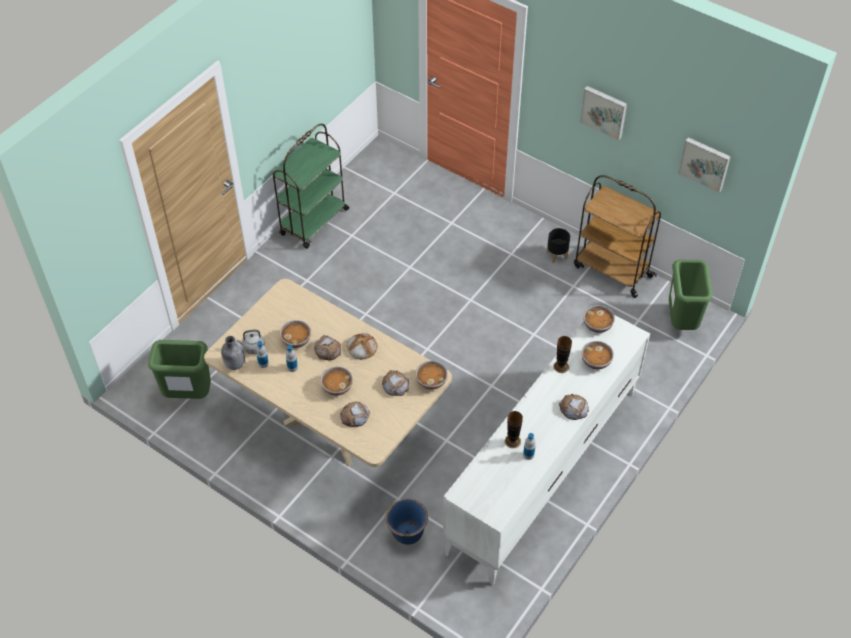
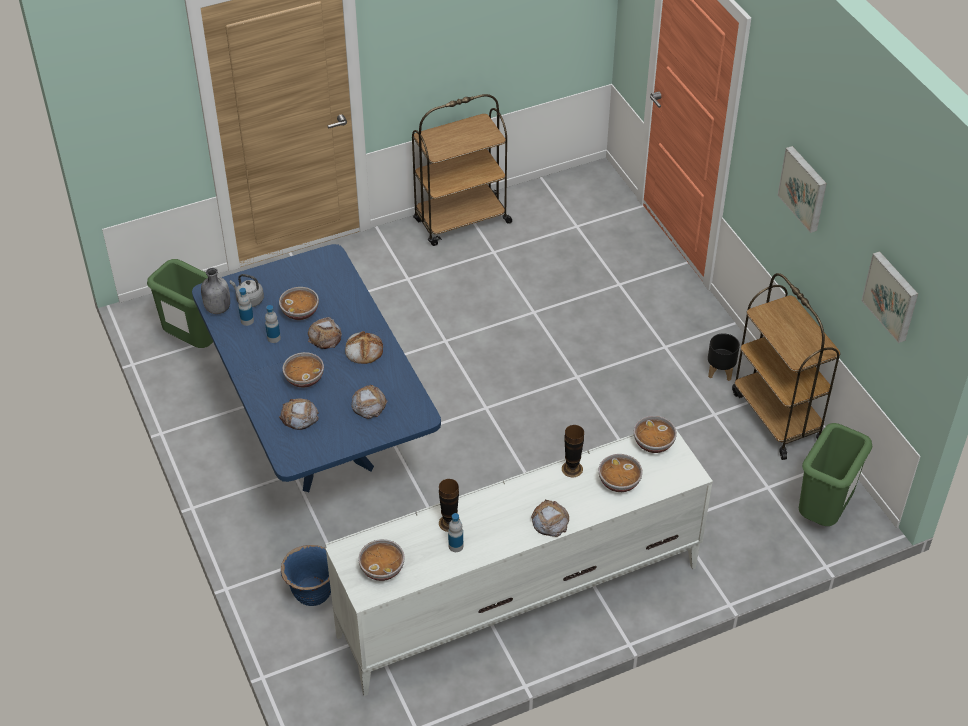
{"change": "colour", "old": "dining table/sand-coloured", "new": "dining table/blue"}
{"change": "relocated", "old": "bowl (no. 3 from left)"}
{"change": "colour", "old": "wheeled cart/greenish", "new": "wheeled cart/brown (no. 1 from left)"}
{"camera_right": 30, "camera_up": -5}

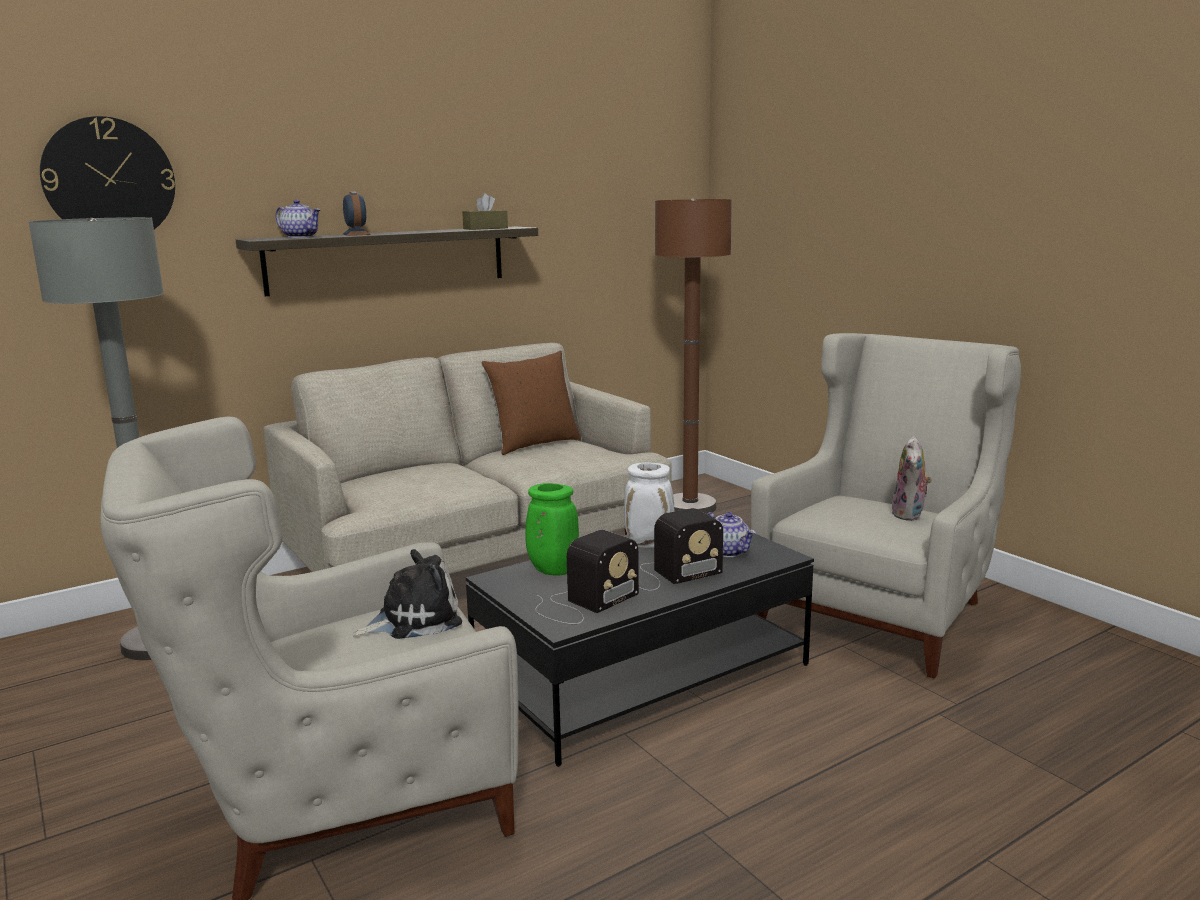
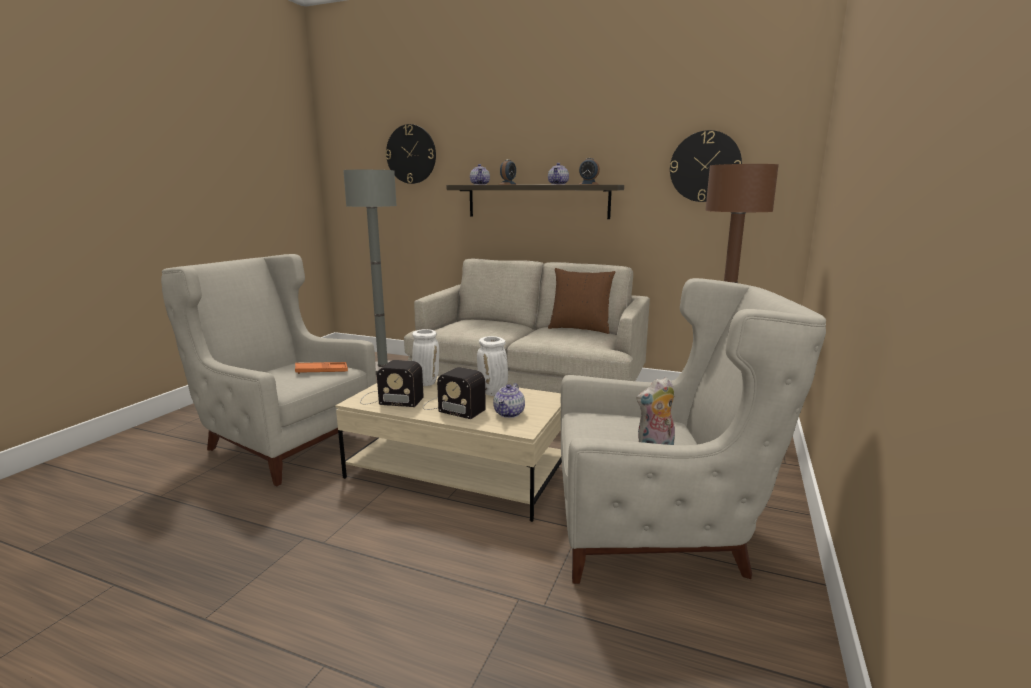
{"change": "exchanged", "old": "soft toy (no. 1 from left)", "new": "serving tray/orange-coloured"}
{"change": "colour", "old": "low table/black-coloured", "new": "low table/sand-coloured"}
{"change": "colour", "old": "vase/greenish", "new": "vase/whitish (no. 1 from left)"}
{"change": "appeared", "new": "pot for tea (no. 3 from left)"}
{"change": "exchanged", "old": "tissue box/brown", "new": "bedside clock (no. 2 from left)"}
{"change": "appeared", "new": "wall clock (no. 2 from left)"}
{"camera_right": 55, "camera_up": 0}

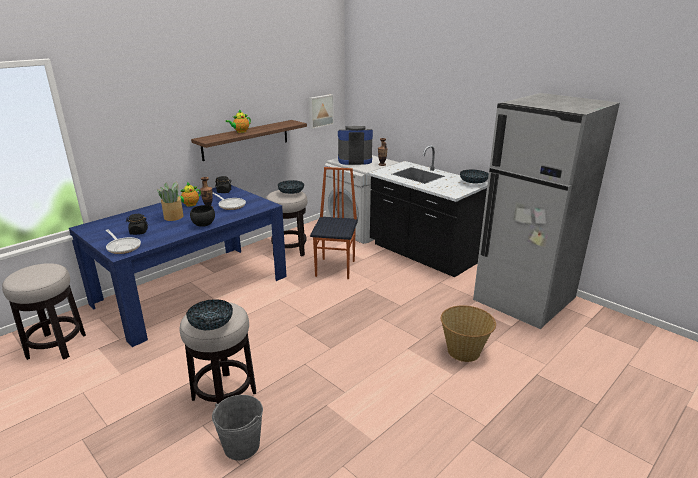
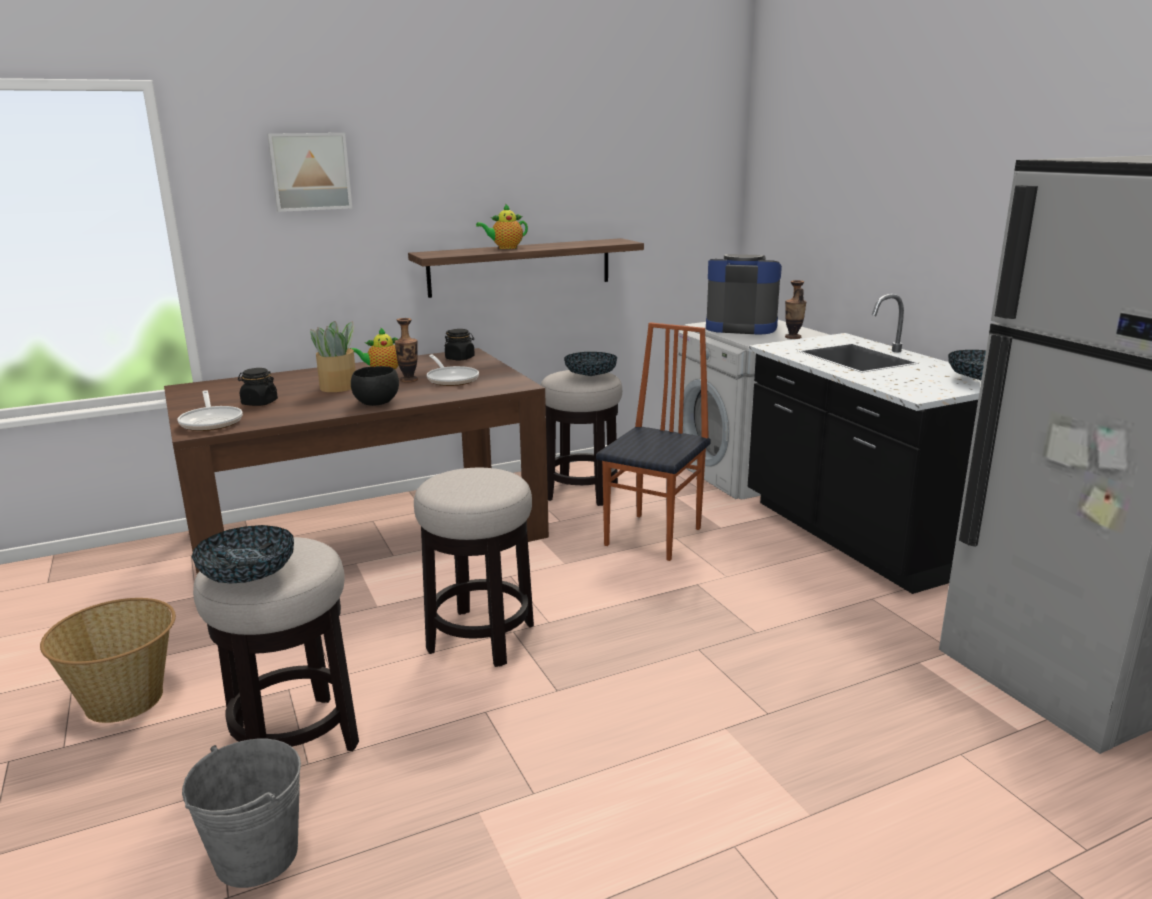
{"change": "relocated", "old": "household basket"}
{"change": "colour", "old": "dining table/blue", "new": "dining table/brown"}
{"change": "relocated", "old": "wall art"}
{"change": "relocated", "old": "sitting stool (no. 1 from left in the first image)", "new": "sitting stool (no. 2 from left)"}
{"camera_right": 20, "camera_up": -5}

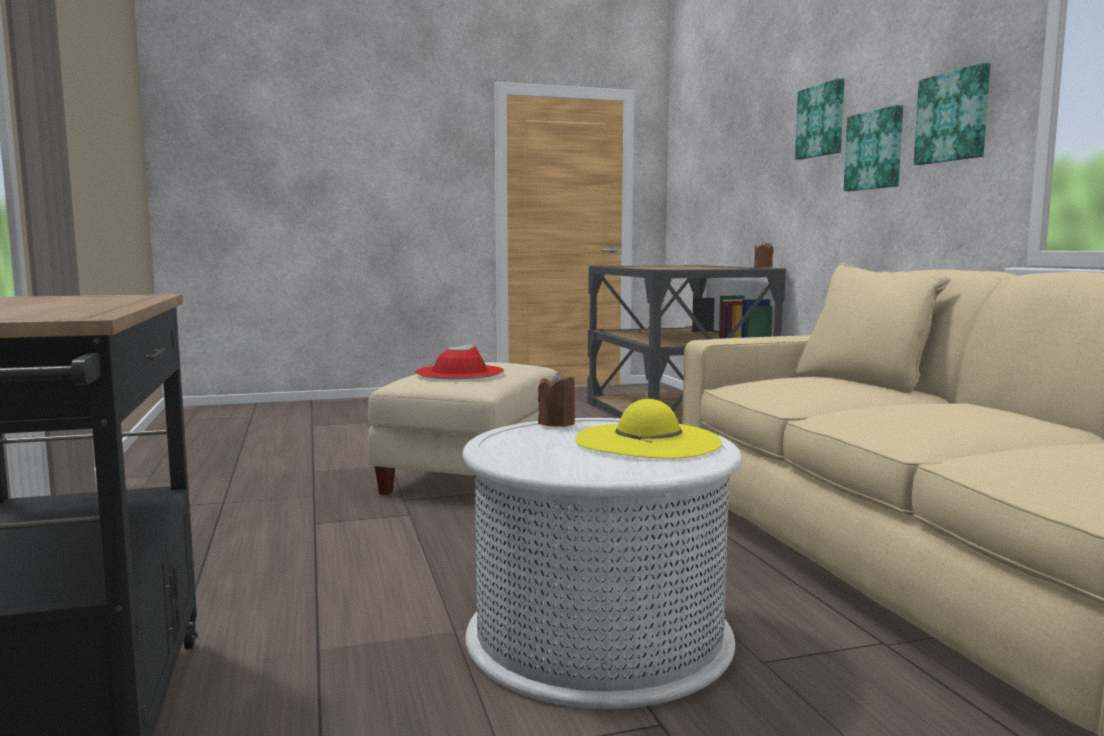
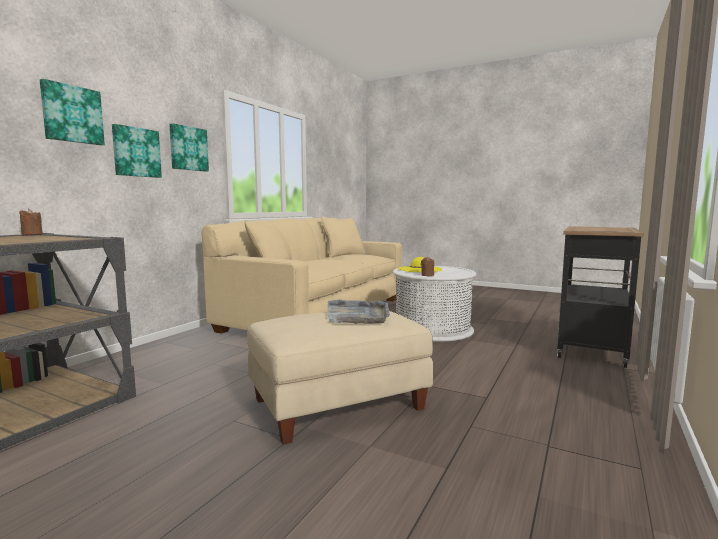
{"change": "exchanged", "old": "clothing hat/reddish", "new": "serving tray/greyish"}
{"camera_right": -135, "camera_up": 0}

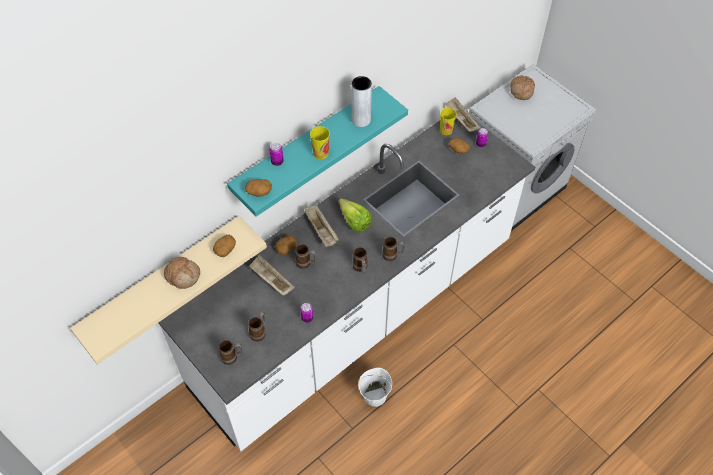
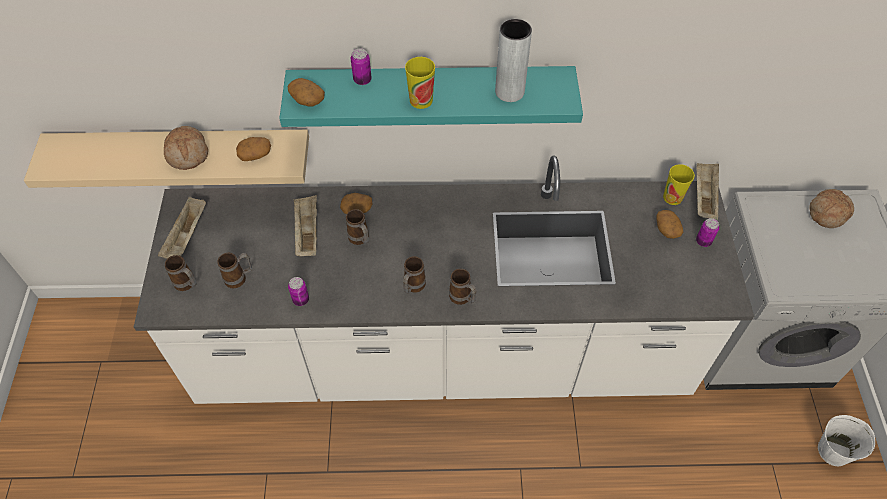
{"change": "relocated", "old": "serving tray/sand-coloured (no. 2 from left in the first image)", "new": "serving tray/sand-coloured (no. 1 from left)"}
{"change": "relocated", "old": "pail/whitish"}
{"change": "missing", "old": "lettuce head"}
{"camera_right": 40, "camera_up": 0}

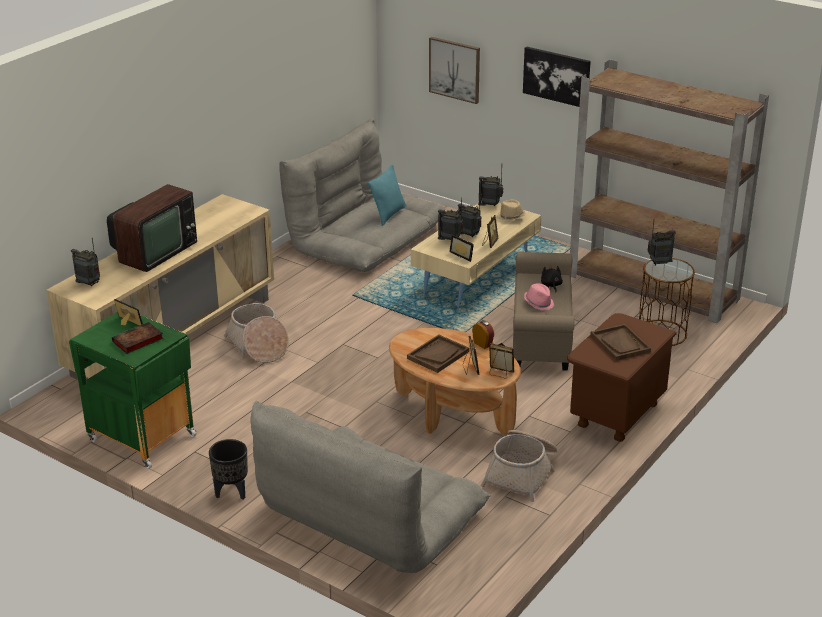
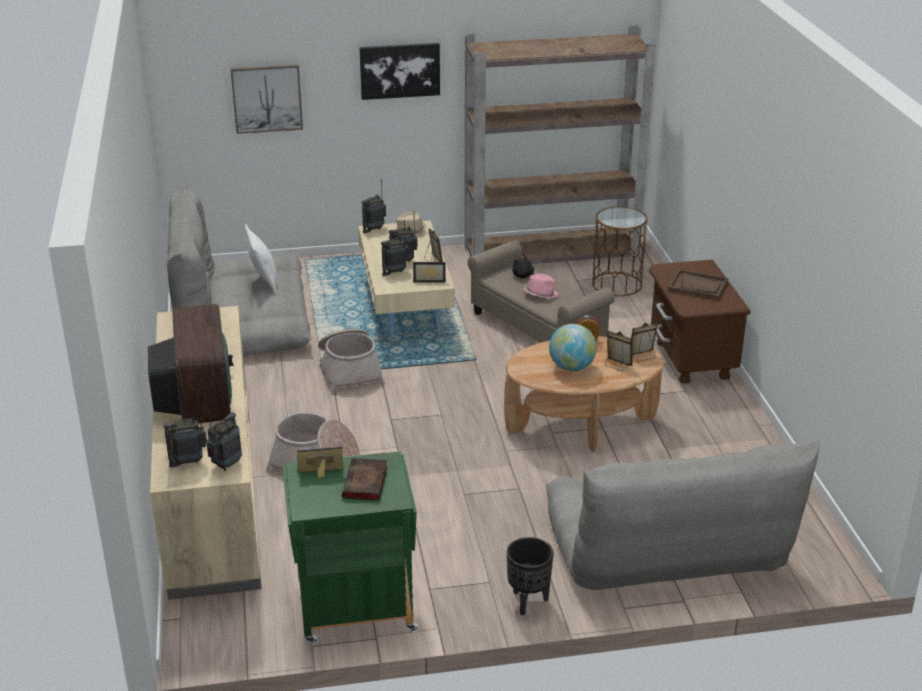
{"change": "relocated", "old": "radio set (no. 5 from left in the first image)", "new": "radio set (no. 2 from left)"}
{"change": "colour", "old": "throw pillow/turquoise", "new": "throw pillow/whitish"}
{"change": "relocated", "old": "household basket (no. 2 from left)"}
{"change": "exchanged", "old": "serving tray/brown (no. 1 from left)", "new": "desk globe"}
{"camera_right": -45, "camera_up": 0}

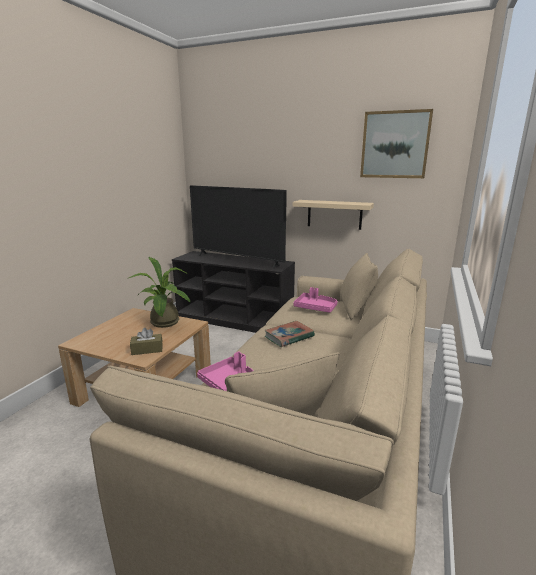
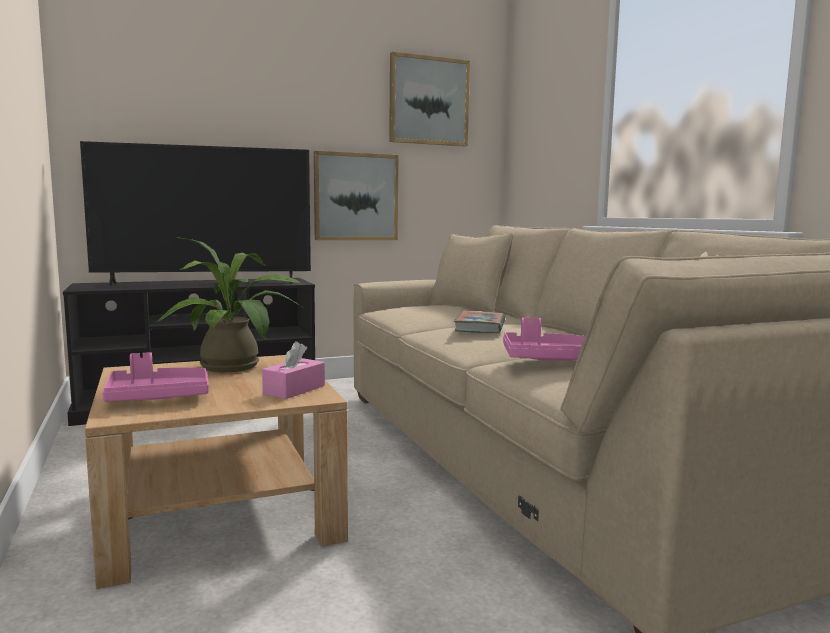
{"change": "relocated", "old": "serving tray/pinkish (no. 2 from left in the first image)", "new": "serving tray/pinkish (no. 1 from left)"}
{"change": "colour", "old": "tissue box/brown", "new": "tissue box/pinkish"}
{"change": "exchanged", "old": "wall shelf/sand-coloured", "new": "wall art (no. 1 from left)"}
{"camera_right": -45, "camera_up": -10}

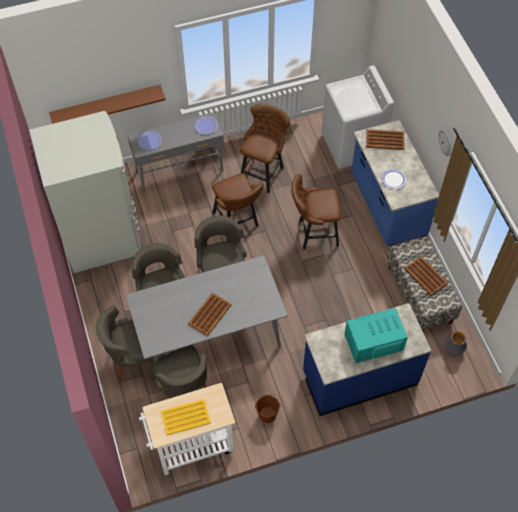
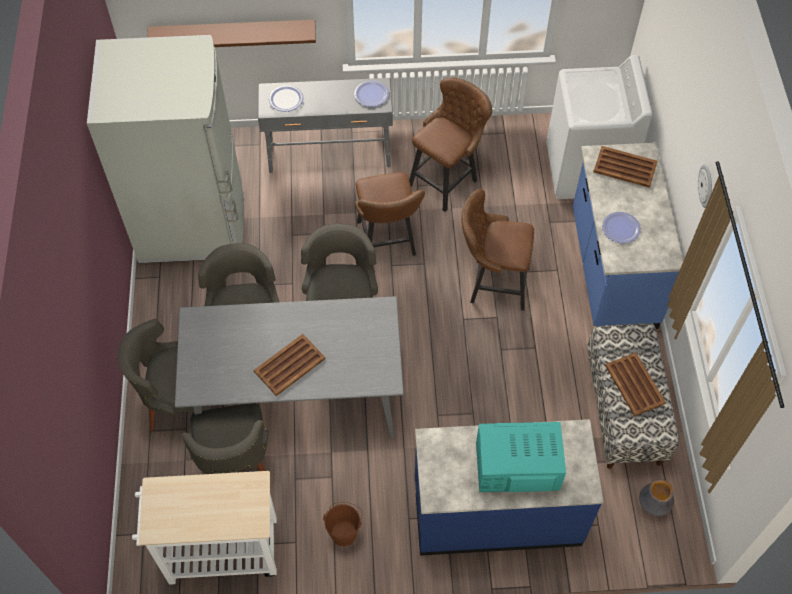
{"change": "missing", "old": "serving tray/yellow"}
{"camera_right": 15, "camera_up": 0}

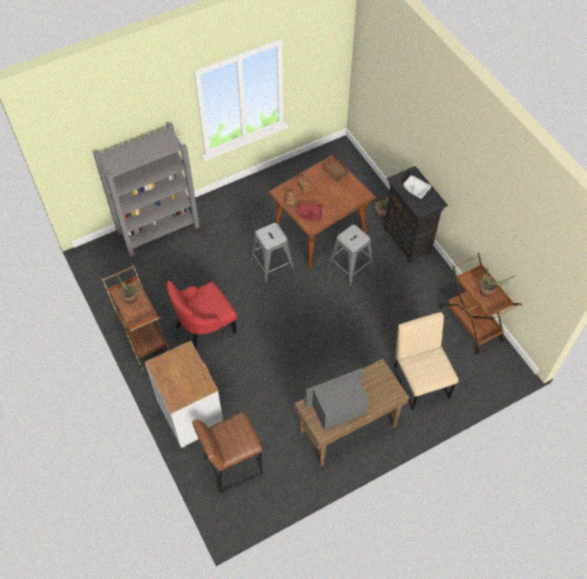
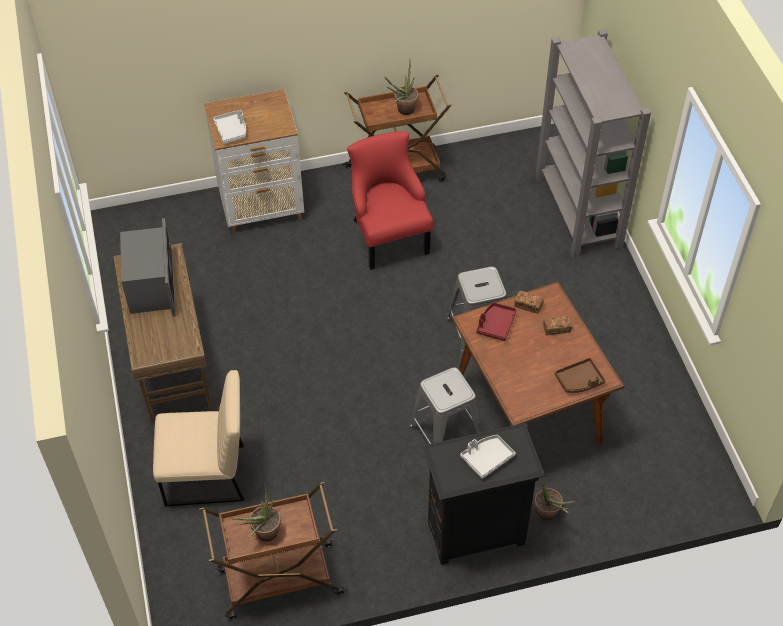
{"change": "appeared", "new": "serving tray/greyish (no. 1 from left)"}
{"change": "missing", "old": "sitting stool/brown"}
{"camera_right": 105, "camera_up": -5}

